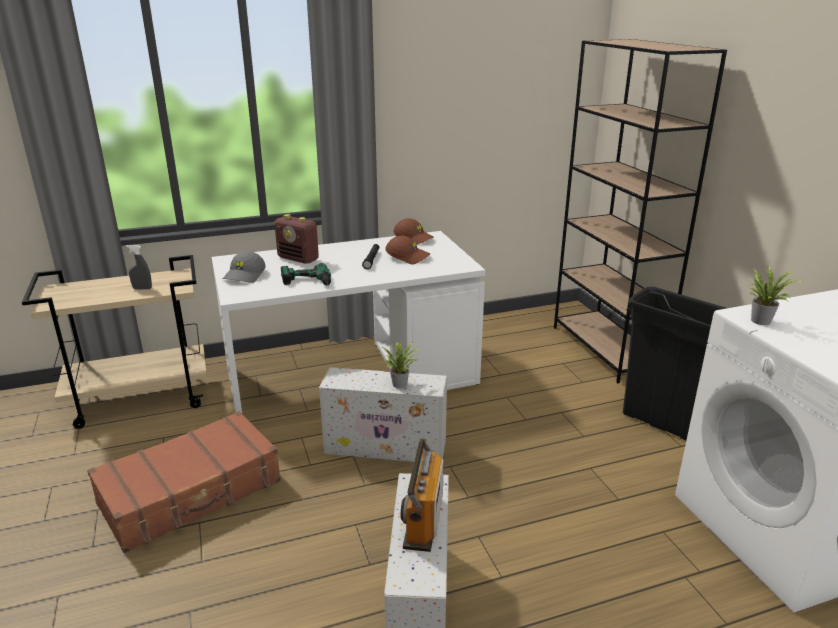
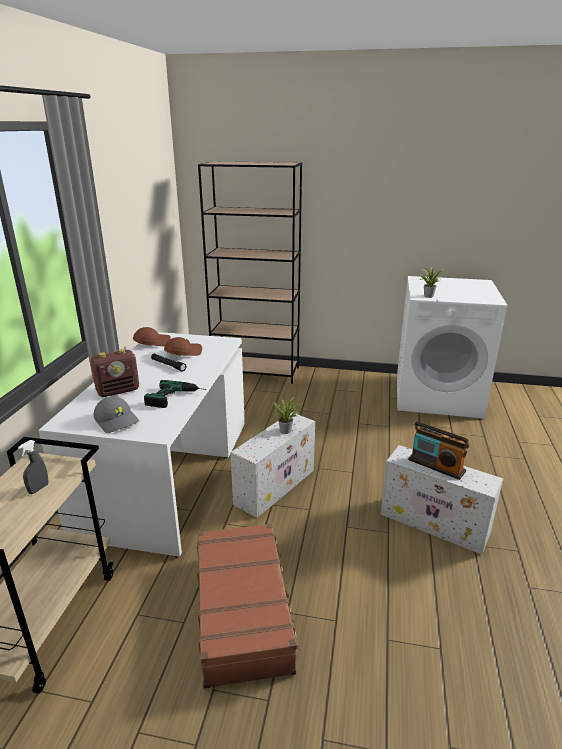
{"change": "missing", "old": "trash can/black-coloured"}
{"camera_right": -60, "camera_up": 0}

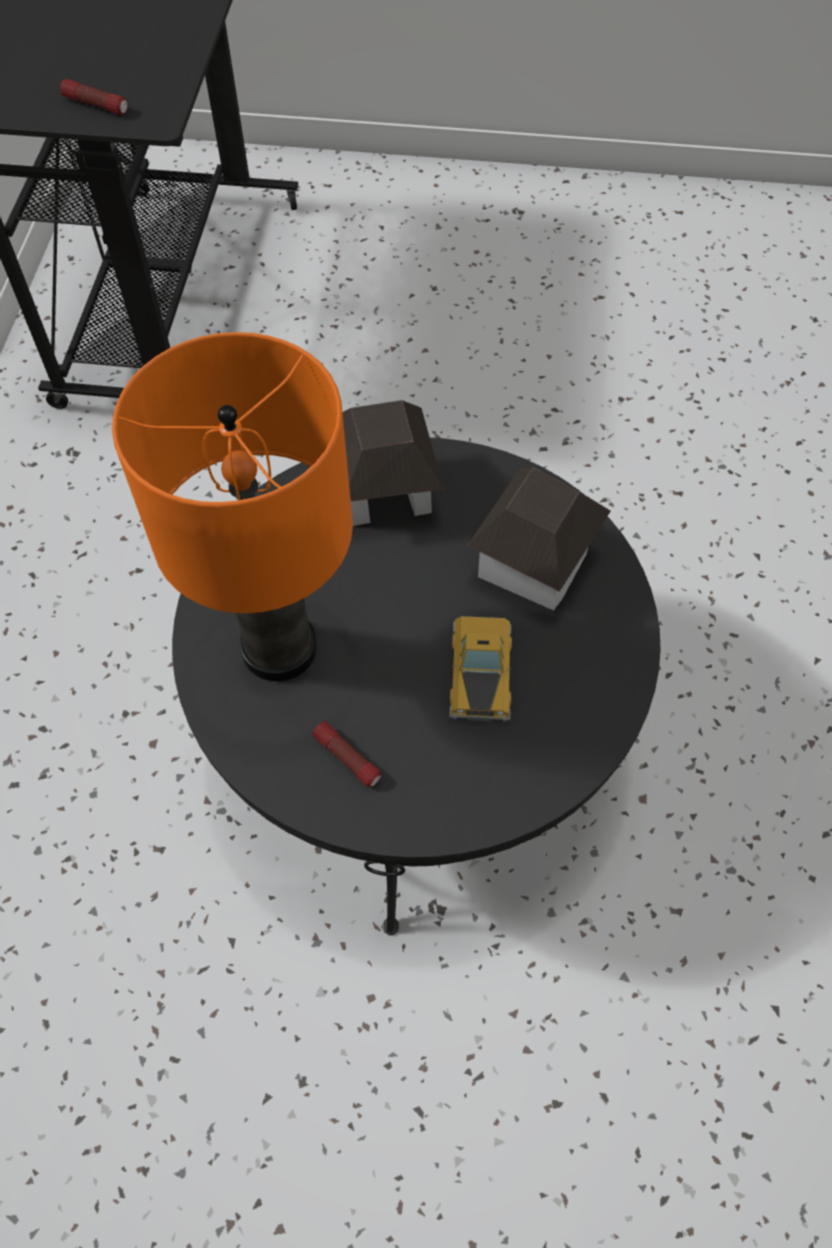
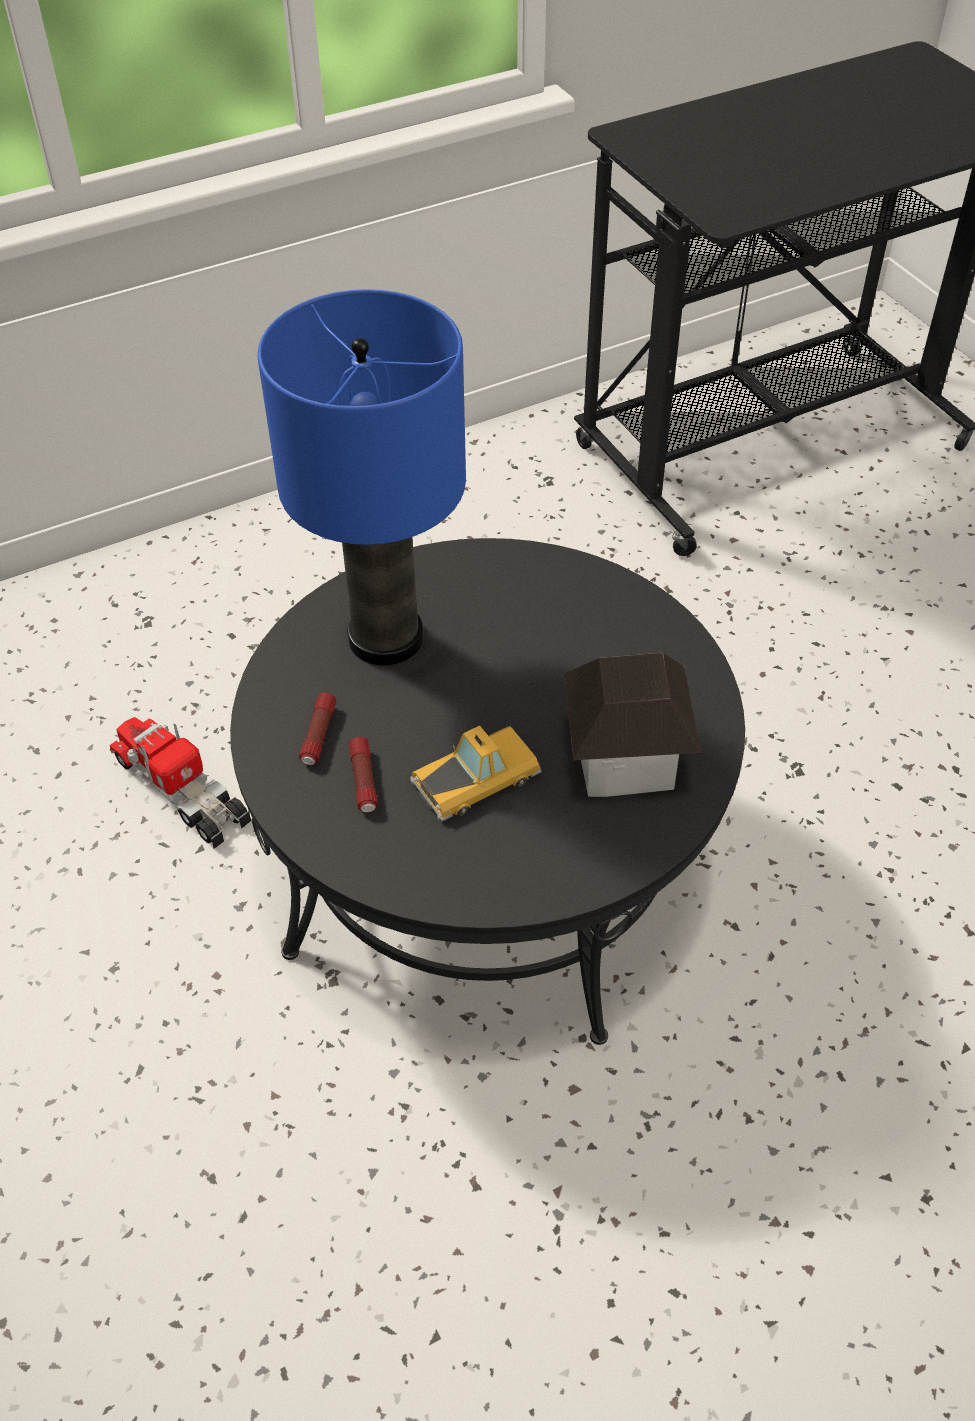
{"change": "appeared", "new": "toy truck"}
{"change": "colour", "old": "tabletop lamp/orange-coloured", "new": "tabletop lamp/blue"}
{"change": "relocated", "old": "flashlight (no. 1 from left in the first image)", "new": "flashlight (no. 2 from left)"}
{"change": "missing", "old": "toy house (no. 1 from left)"}
{"camera_right": 55, "camera_up": -10}

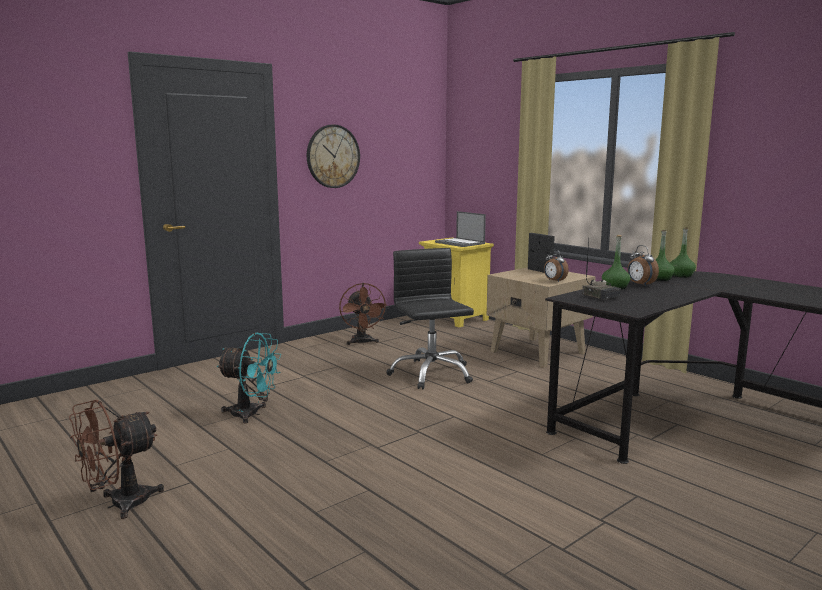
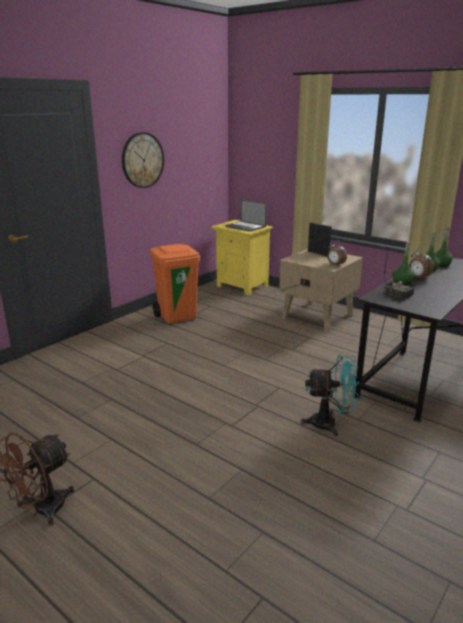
{"change": "exchanged", "old": "electric fan/brown (no. 2 from left)", "new": "trash can/orange-coloured"}
{"change": "relocated", "old": "electric fan/turquoise"}
{"change": "missing", "old": "office chair/black-coloured"}
{"camera_right": -10, "camera_up": 10}

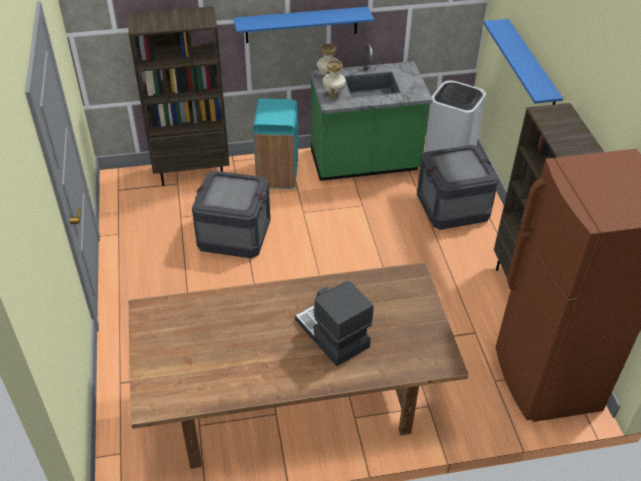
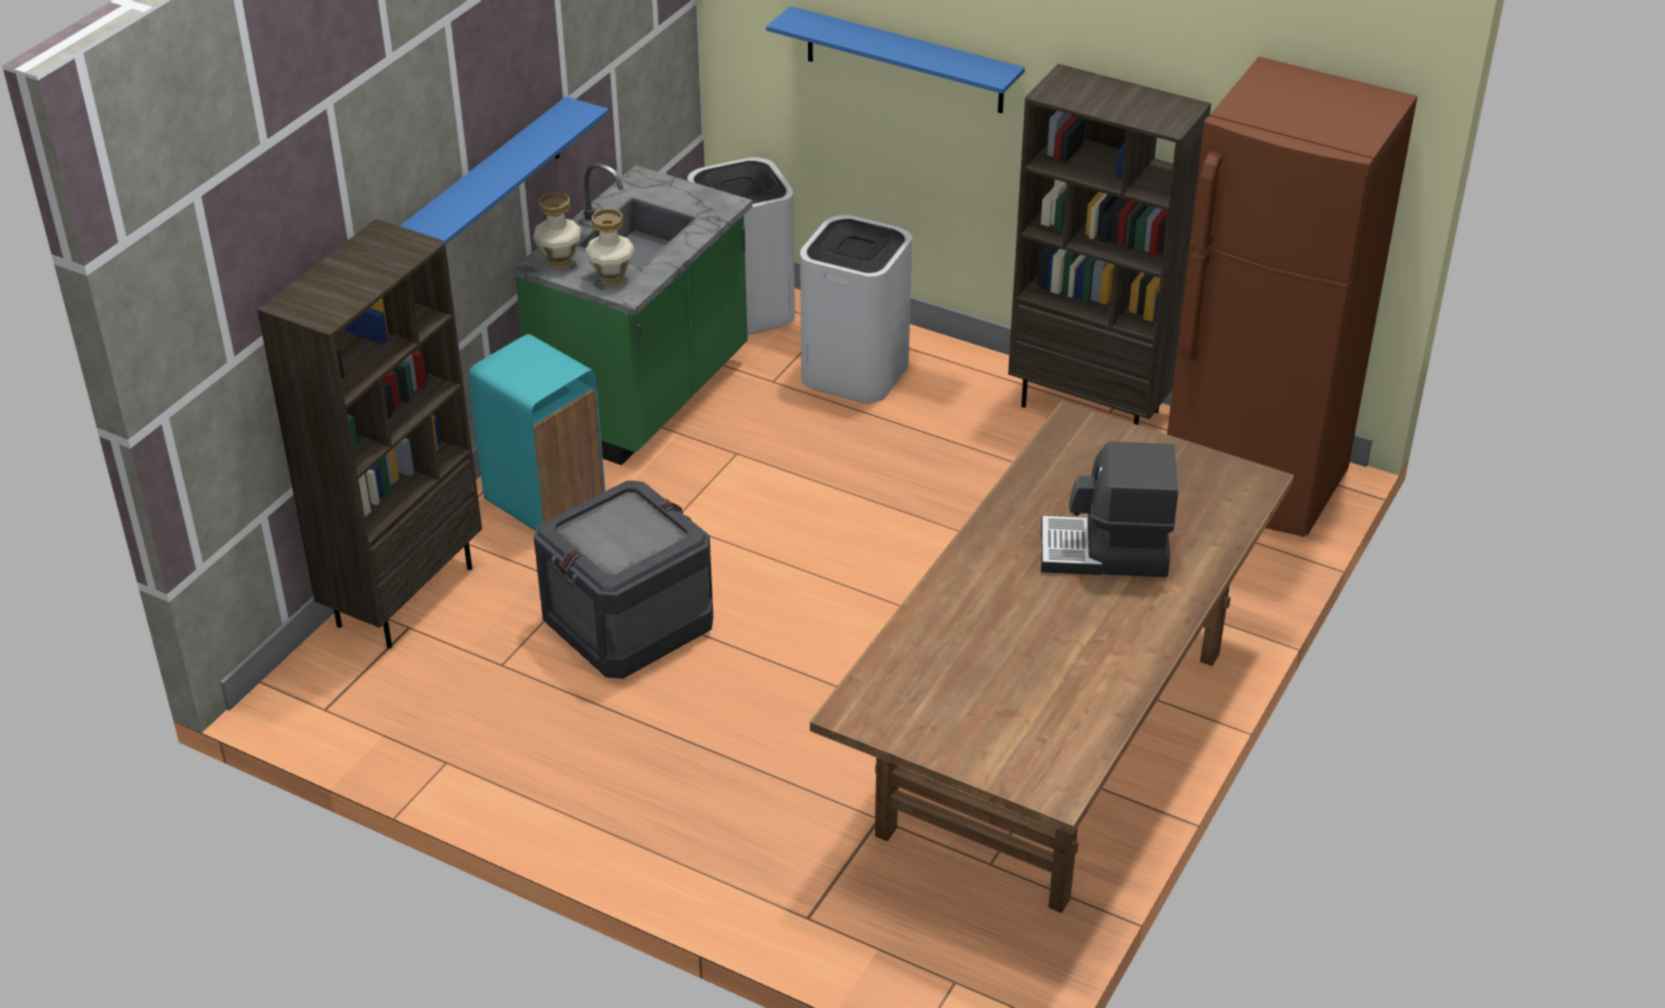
{"change": "exchanged", "old": "packing crate (no. 2 from left)", "new": "trash can/whitish (no. 2 from left)"}
{"camera_right": -50, "camera_up": -5}

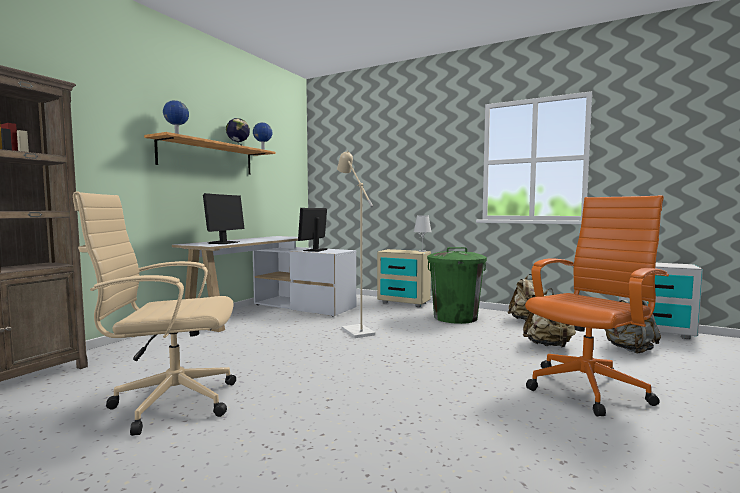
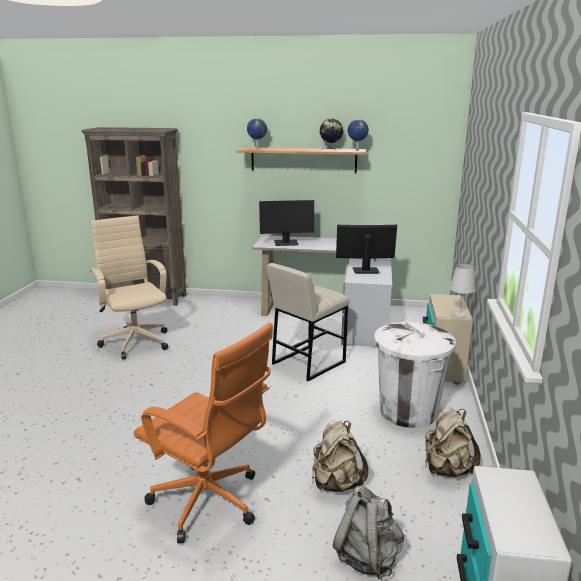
{"change": "exchanged", "old": "standing lamp/sand-coloured", "new": "plain chair/sand-coloured"}
{"change": "colour", "old": "trash can/greenish", "new": "trash can/whitish"}
{"camera_right": 70, "camera_up": 15}

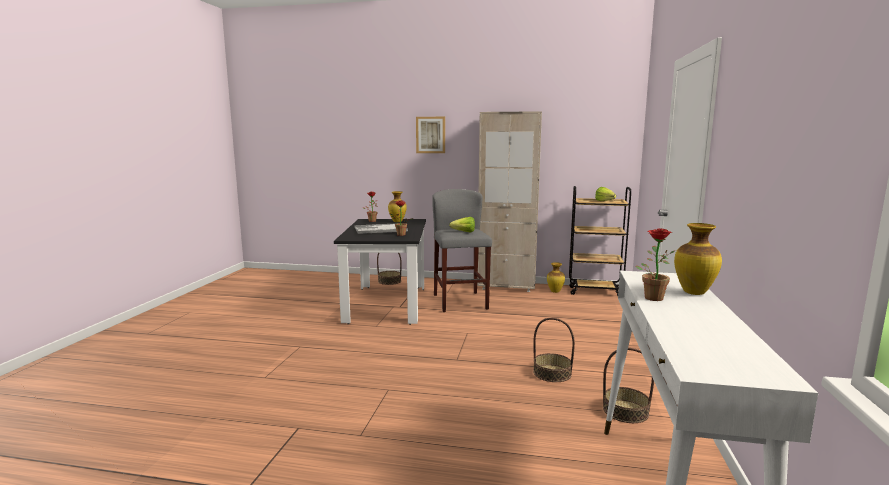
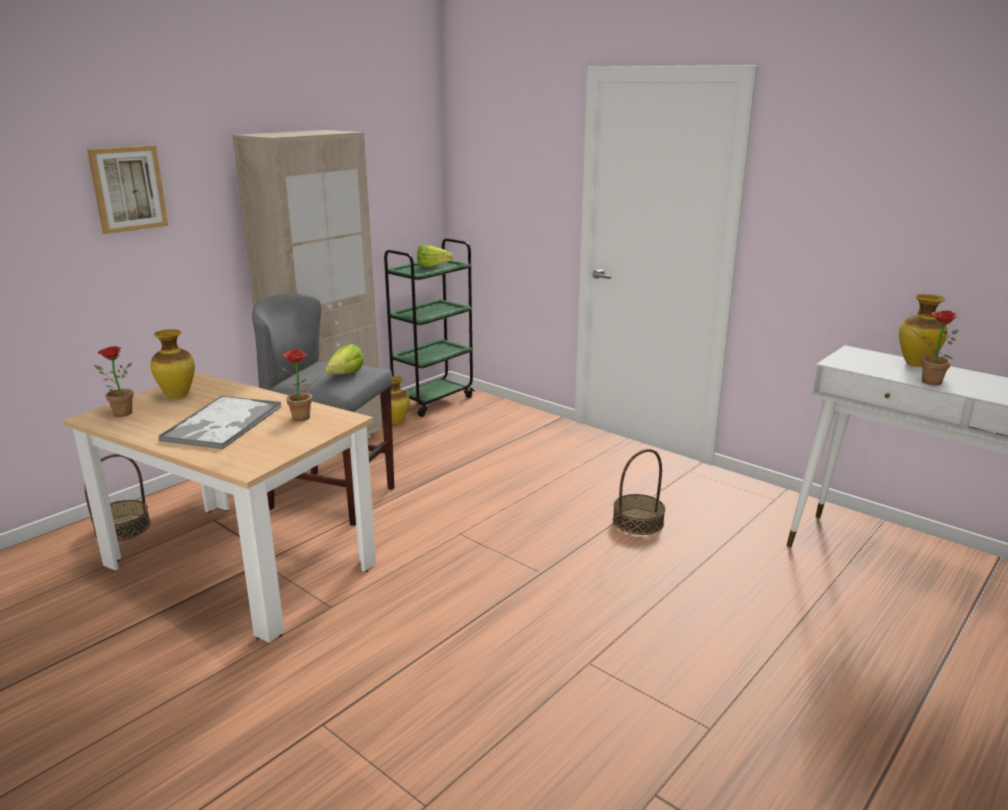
{"change": "colour", "old": "dining table/black-coloured", "new": "dining table/sand-coloured"}
{"change": "colour", "old": "wheeled cart/brown", "new": "wheeled cart/greenish"}
{"change": "missing", "old": "household basket (no. 3 from left)"}
{"camera_right": -60, "camera_up": 10}

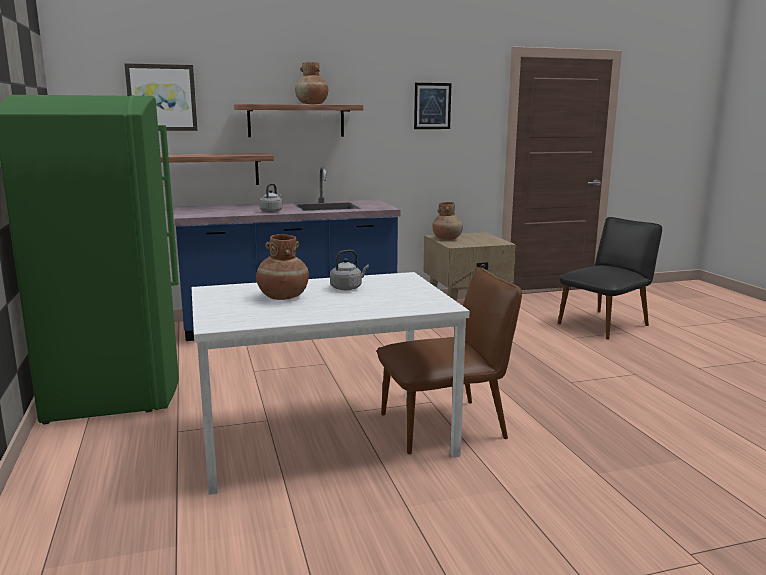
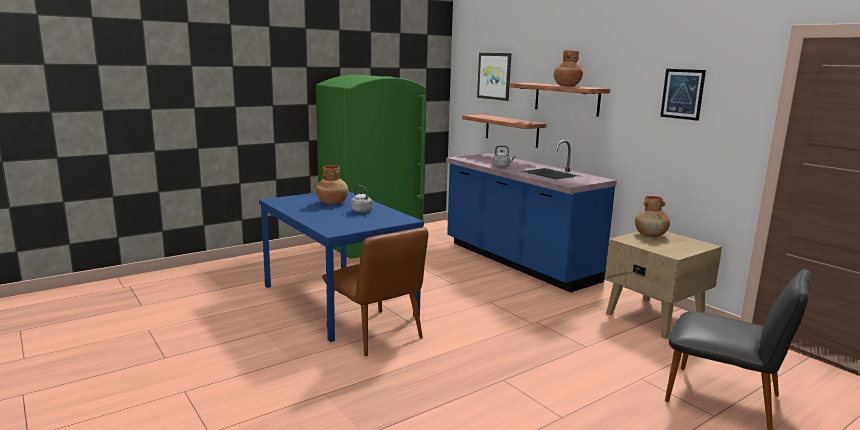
{"change": "colour", "old": "dining table/whitish", "new": "dining table/blue"}
{"camera_right": 70, "camera_up": 0}

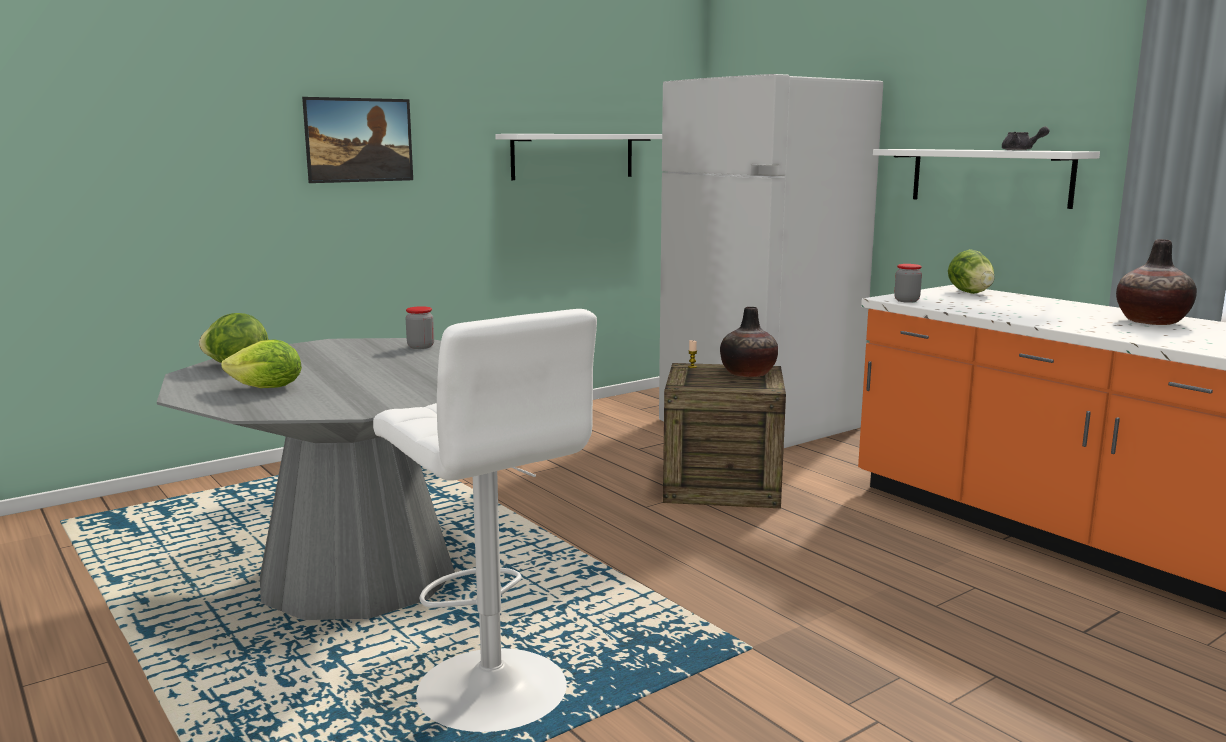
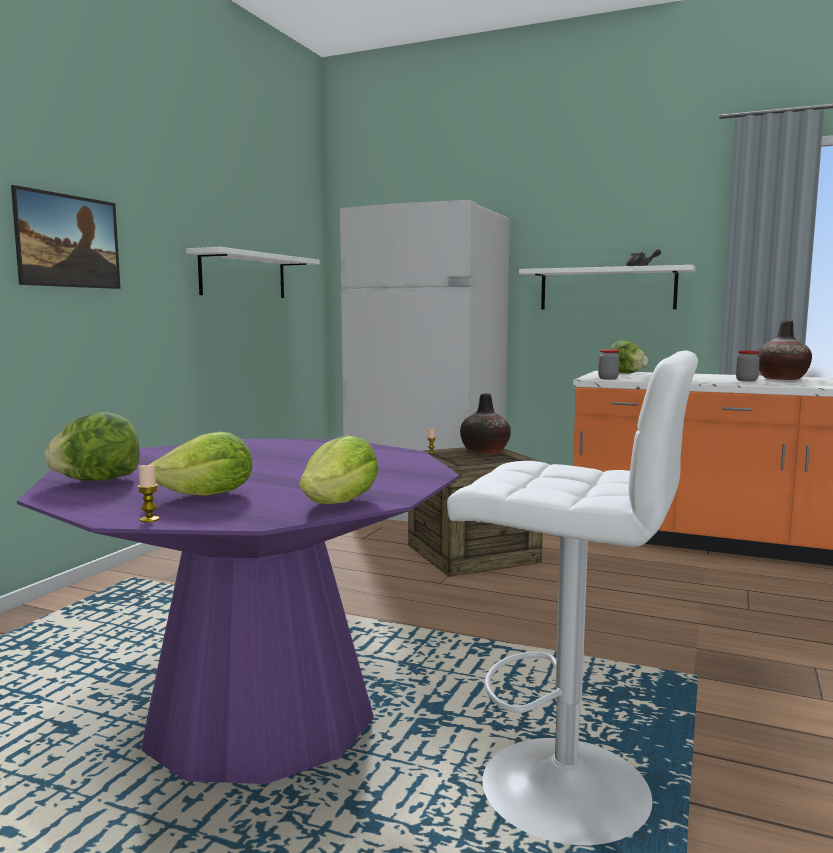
{"change": "colour", "old": "dining table/greyish", "new": "dining table/purple-coloured"}
{"change": "appeared", "new": "candle (no. 1 from left)"}
{"change": "appeared", "new": "lettuce head (no. 3 from left)"}
{"change": "relocated", "old": "storage jar (no. 1 from left in the first image)", "new": "storage jar (no. 2 from left)"}
{"camera_right": -30, "camera_up": -5}

